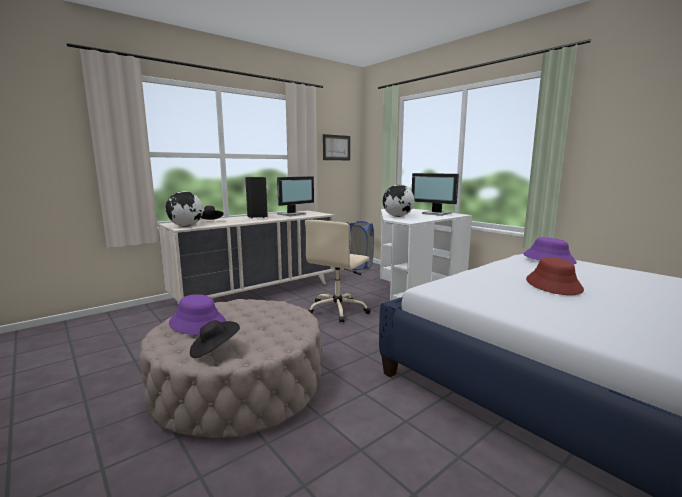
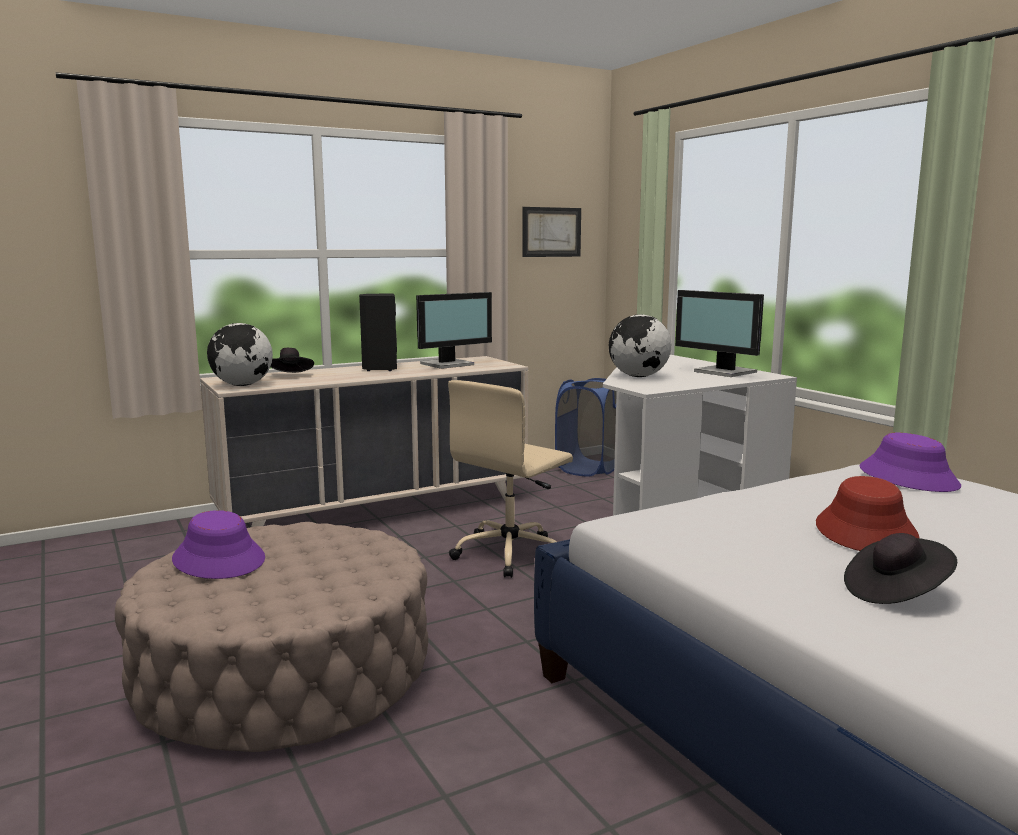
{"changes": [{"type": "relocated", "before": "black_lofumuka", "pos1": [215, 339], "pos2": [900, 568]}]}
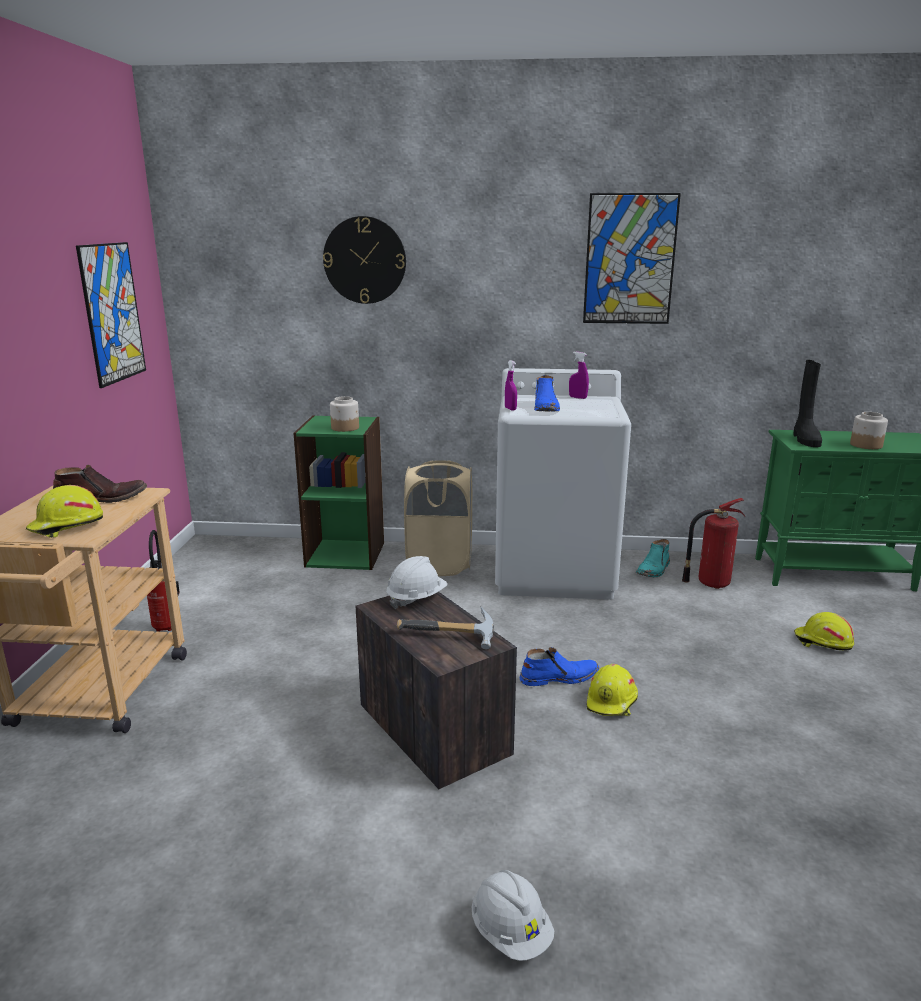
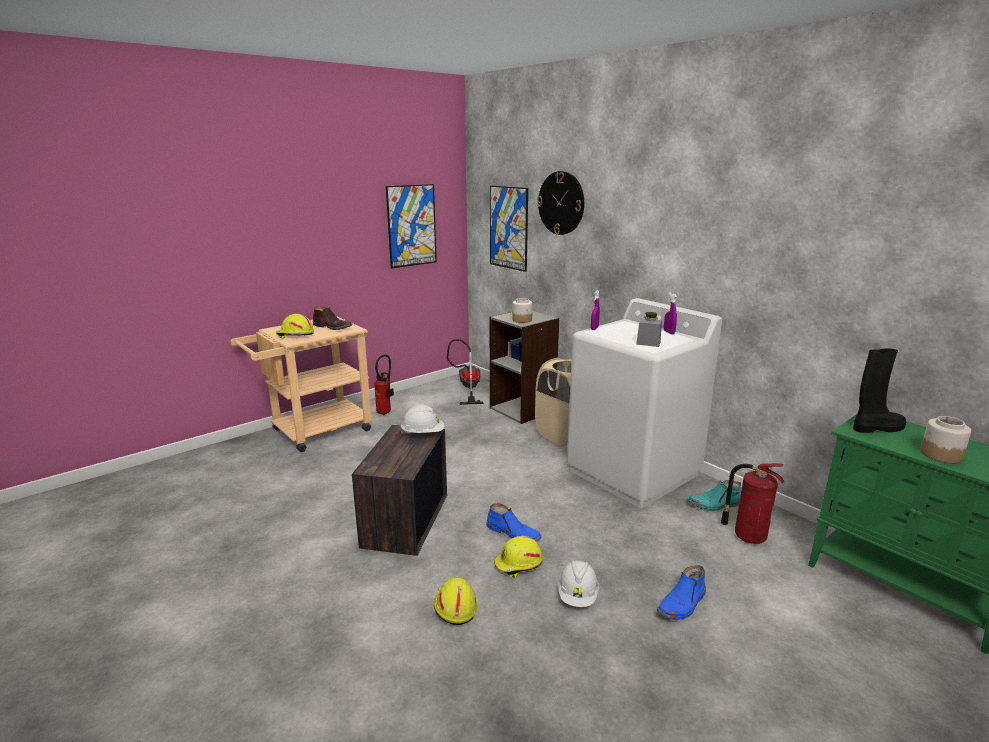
{"changes": [{"type": "relocated", "before": "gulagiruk", "pos1": [632, 258], "pos2": [509, 229]}, {"type": "spun", "before": "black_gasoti", "pos1": [807, 403], "pos2": [879, 391], "turn": -150}, {"type": "relocated", "before": "blue_gasoti", "pos1": [547, 393], "pos2": [681, 592]}, {"type": "colour", "before": "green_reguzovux", "after": "grey_reguzovux", "pos1": [339, 492], "pos2": [524, 367]}, {"type": "missing", "before": "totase", "pos1": [445, 628]}, {"type": "relocated", "before": "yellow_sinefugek", "pos1": [824, 631], "pos2": [455, 601]}, {"type": "relocated", "before": "white_sinefugek", "pos1": [513, 915], "pos2": [578, 583]}, {"type": "appeared", "after": "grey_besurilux", "pos2": [649, 329]}, {"type": "appeared", "after": "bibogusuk", "pos2": [465, 372]}]}
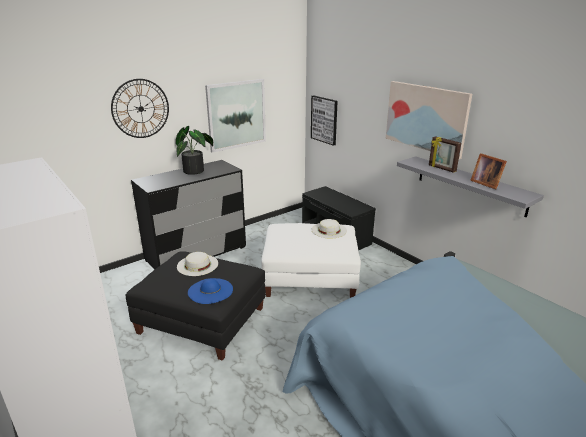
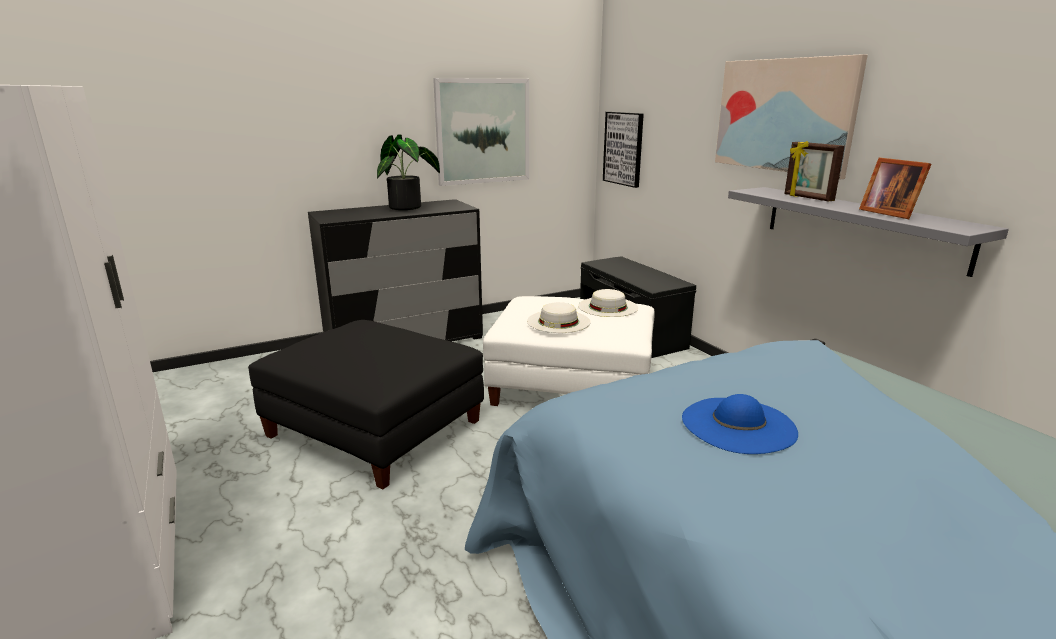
{"changes": [{"type": "missing", "before": "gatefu", "pos1": [140, 108]}, {"type": "relocated", "before": "white_lofumuka", "pos1": [197, 264], "pos2": [558, 317]}, {"type": "relocated", "before": "blue_lofumuka", "pos1": [210, 291], "pos2": [740, 424]}]}
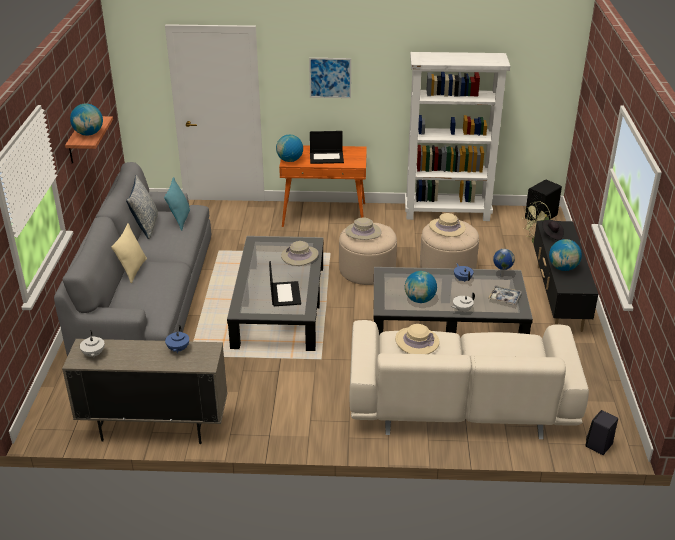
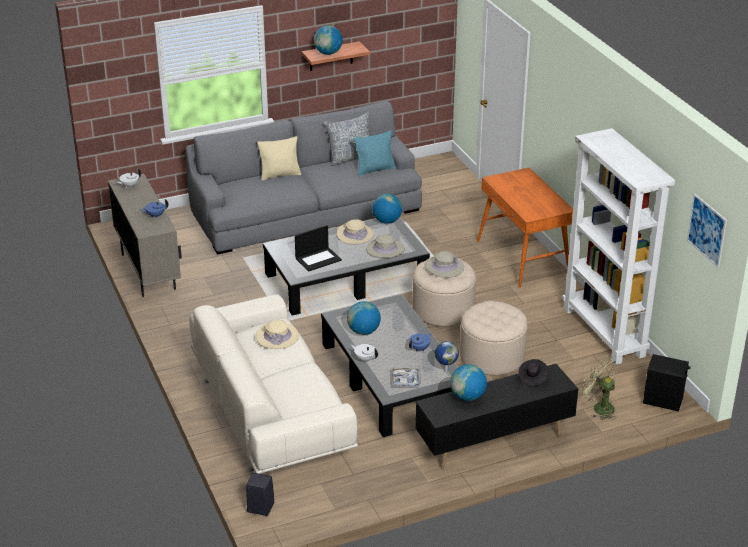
{"changes": [{"type": "relocated", "before": "gulagiruk", "pos1": [330, 78], "pos2": [707, 231]}, {"type": "missing", "before": "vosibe", "pos1": [327, 147]}, {"type": "relocated", "before": "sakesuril", "pos1": [289, 148], "pos2": [387, 209]}, {"type": "relocated", "before": "beige_lofumuka", "pos1": [447, 225], "pos2": [355, 231]}]}
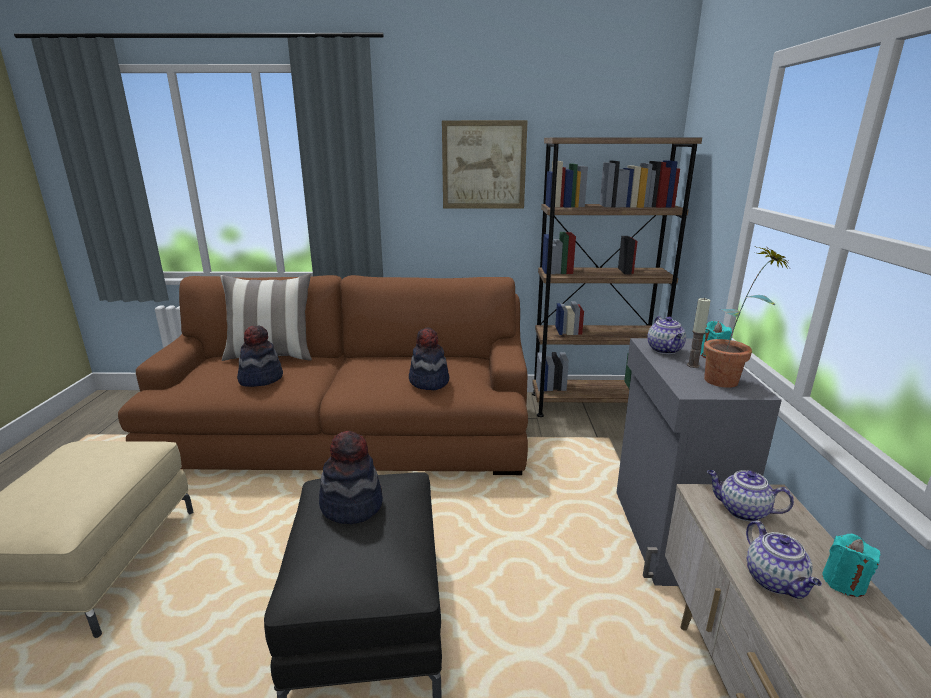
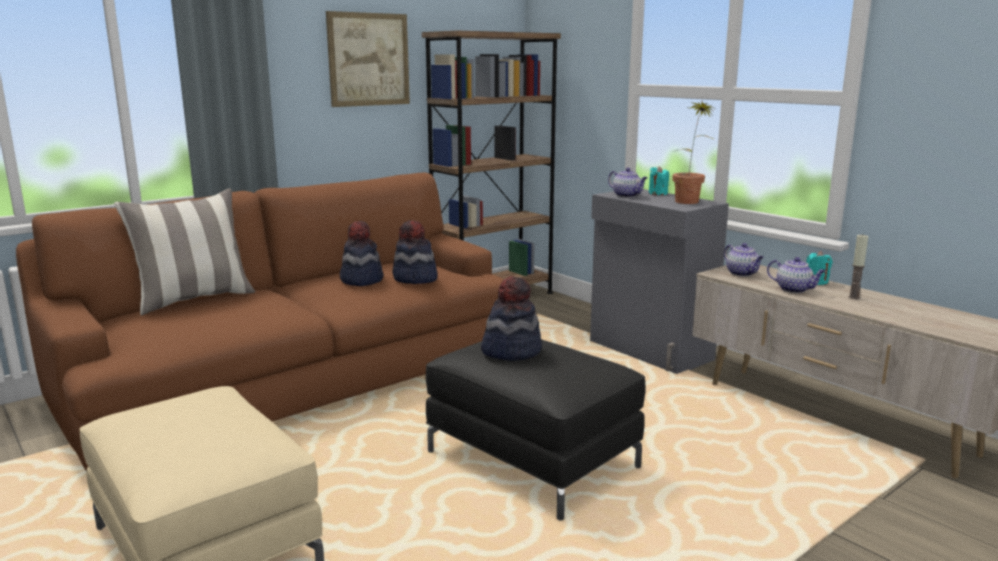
{"changes": [{"type": "relocated", "before": "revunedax", "pos1": [699, 333], "pos2": [858, 267]}, {"type": "relocated", "before": "lofumuka", "pos1": [260, 356], "pos2": [362, 253]}, {"type": "spun", "before": "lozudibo", "pos1": [750, 496], "pos2": [744, 259], "turn": -105}]}
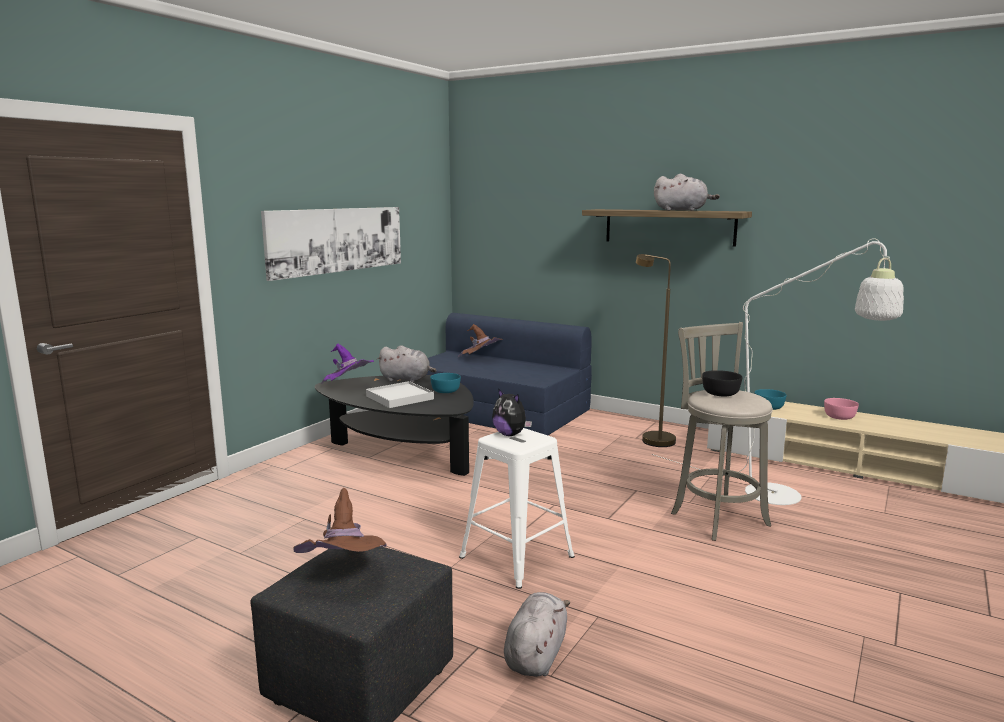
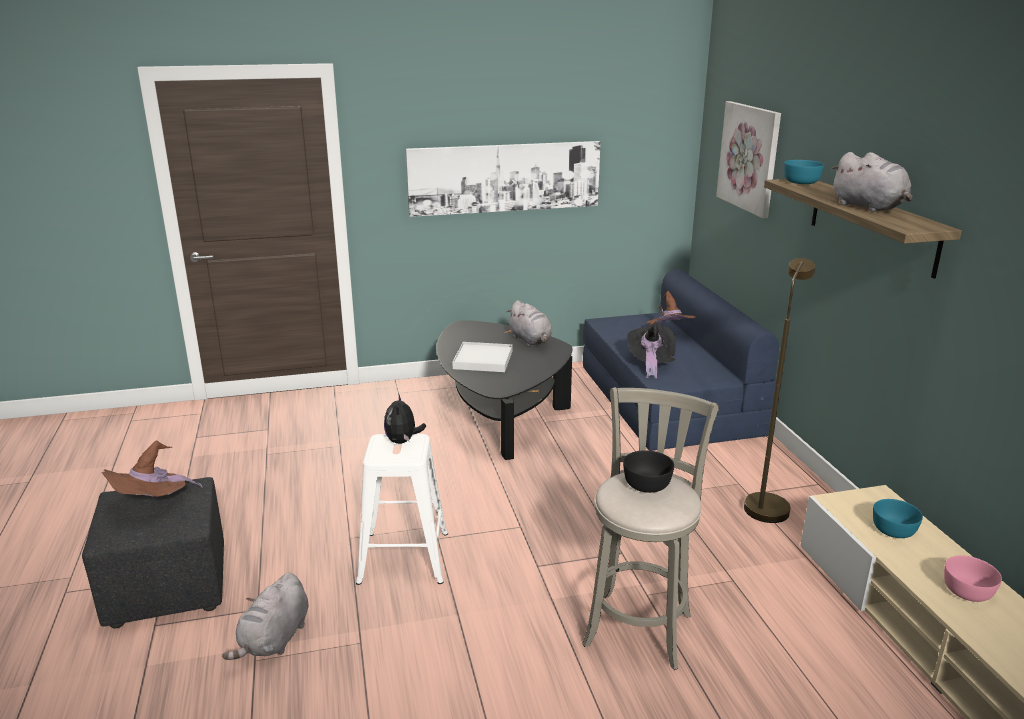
{"changes": [{"type": "missing", "before": "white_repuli", "pos1": [778, 371]}, {"type": "missing", "before": "purple_lofumuka", "pos1": [347, 363]}, {"type": "relocated", "before": "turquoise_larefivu", "pos1": [445, 383], "pos2": [804, 172]}, {"type": "spun", "before": "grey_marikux", "pos1": [537, 634], "pos2": [265, 616], "turn": 135}, {"type": "appeared", "after": "gulagiruk", "pos2": [748, 159]}, {"type": "appeared", "after": "black_lofumuka", "pos2": [651, 351]}]}
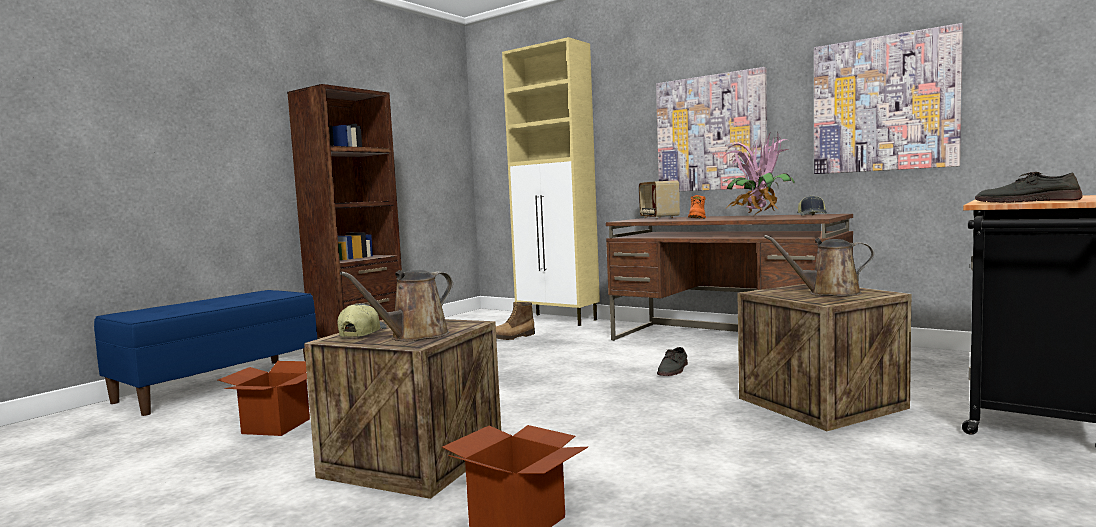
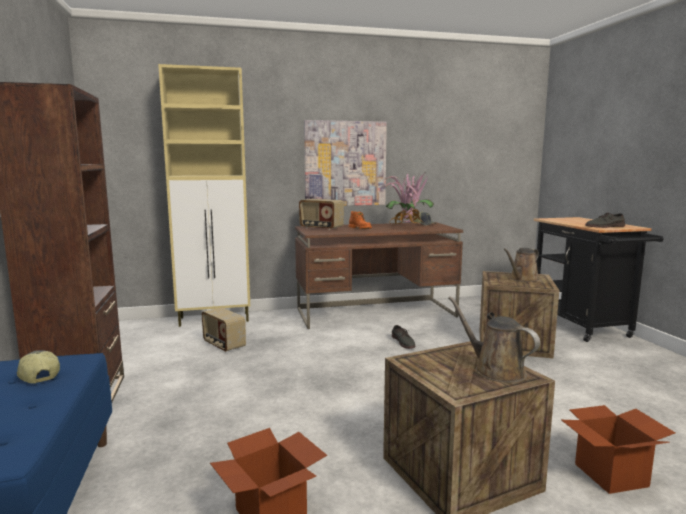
{"changes": [{"type": "missing", "before": "gulagiruk", "pos1": [888, 98]}, {"type": "spun", "before": "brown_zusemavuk", "pos1": [396, 305], "pos2": [494, 339], "turn": 150}, {"type": "exchanged", "before": "gasoti", "after": "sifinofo", "pos1": [515, 321], "pos2": [224, 329]}, {"type": "relocated", "before": "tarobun", "pos1": [362, 320], "pos2": [38, 367]}]}
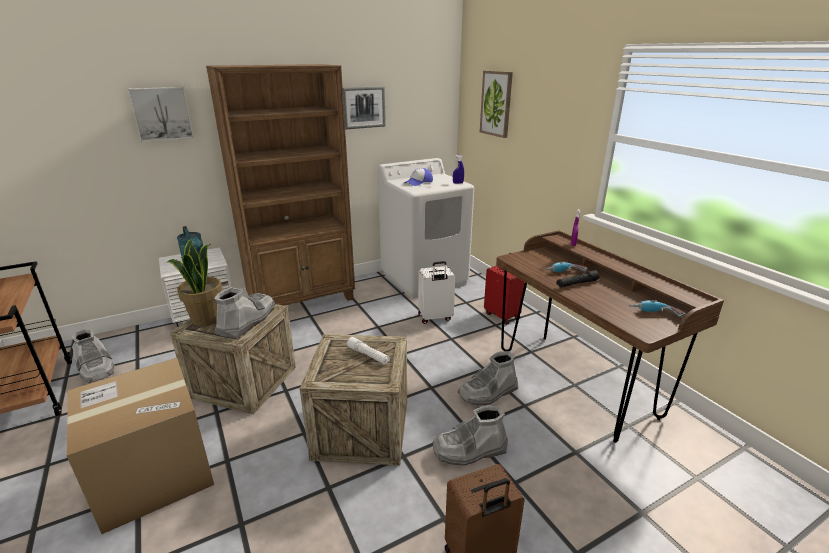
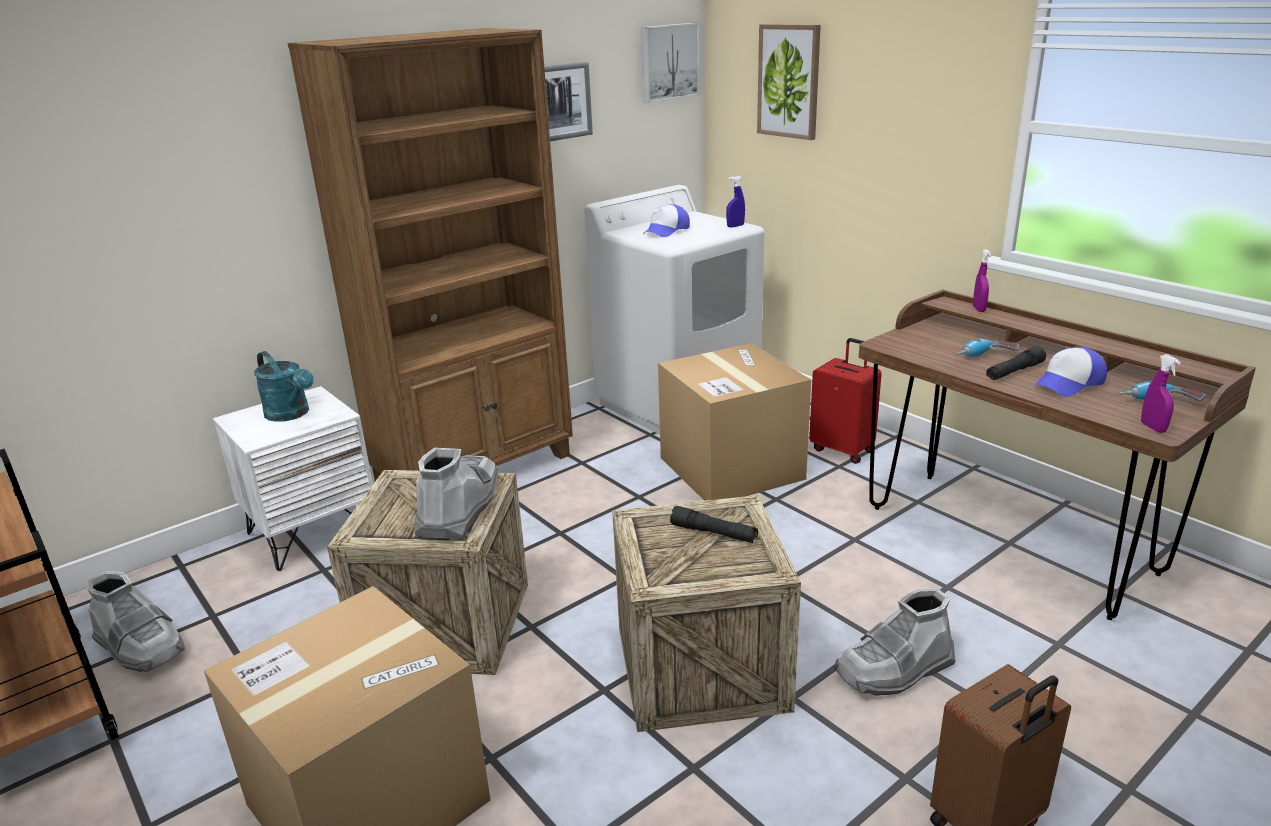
{"changes": [{"type": "relocated", "before": "gulagiruk", "pos1": [161, 114], "pos2": [670, 63]}, {"type": "missing", "before": "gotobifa", "pos1": [195, 282]}, {"type": "exchanged", "before": "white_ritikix", "after": "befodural", "pos1": [436, 292], "pos2": [734, 422]}, {"type": "colour", "before": "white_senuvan", "after": "black_senuvan", "pos1": [368, 350], "pos2": [714, 524]}, {"type": "missing", "before": "grey_gasoti", "pos1": [488, 378]}, {"type": "appeared", "after": "tarobun", "pos2": [1070, 372]}, {"type": "appeared", "after": "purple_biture", "pos2": [1161, 393]}]}
